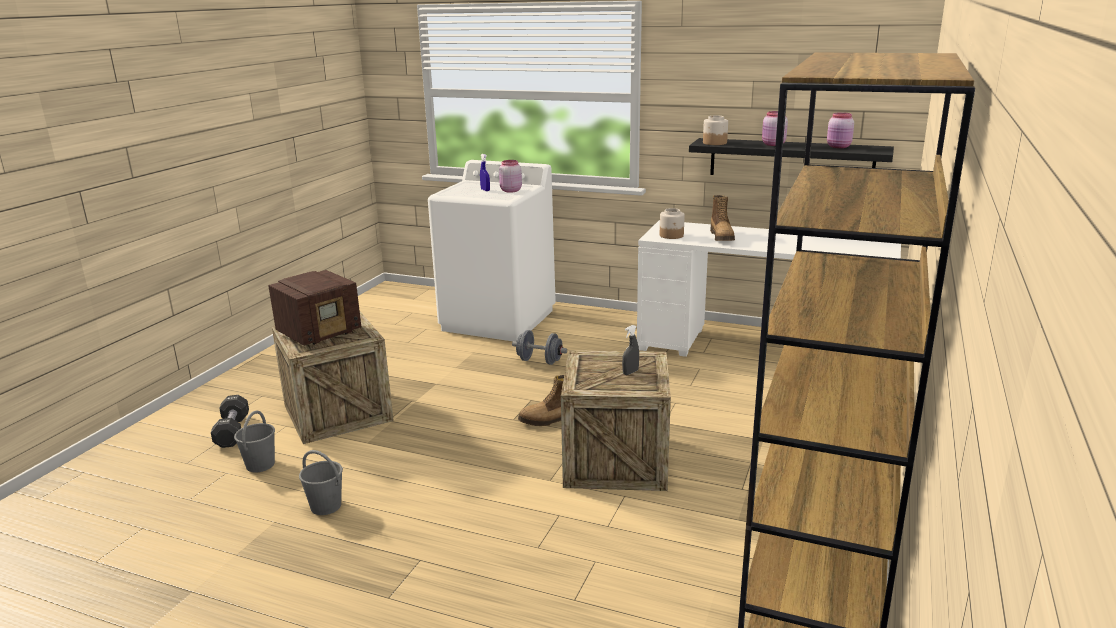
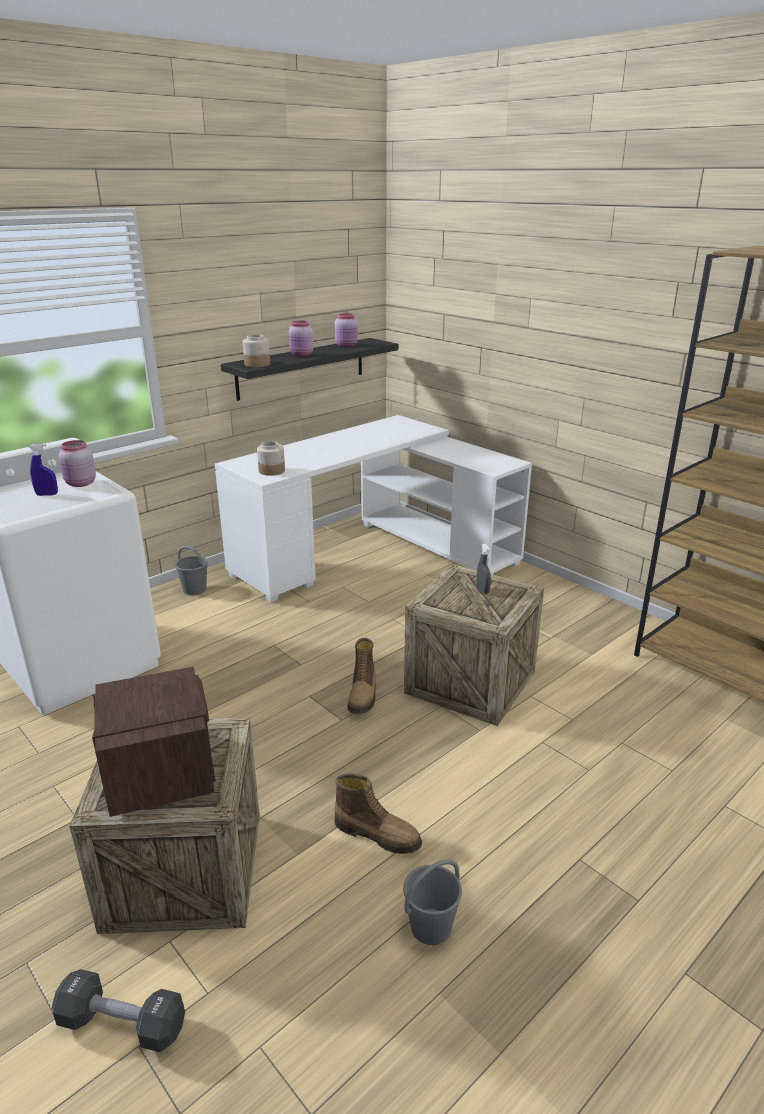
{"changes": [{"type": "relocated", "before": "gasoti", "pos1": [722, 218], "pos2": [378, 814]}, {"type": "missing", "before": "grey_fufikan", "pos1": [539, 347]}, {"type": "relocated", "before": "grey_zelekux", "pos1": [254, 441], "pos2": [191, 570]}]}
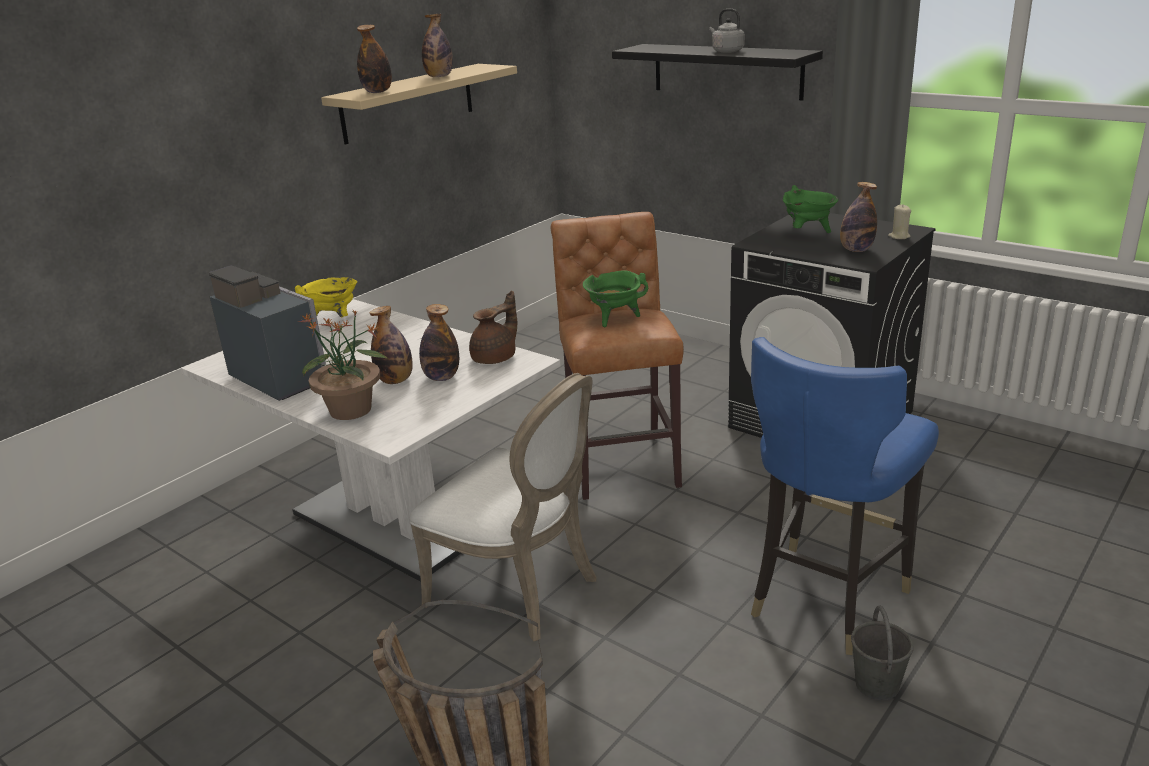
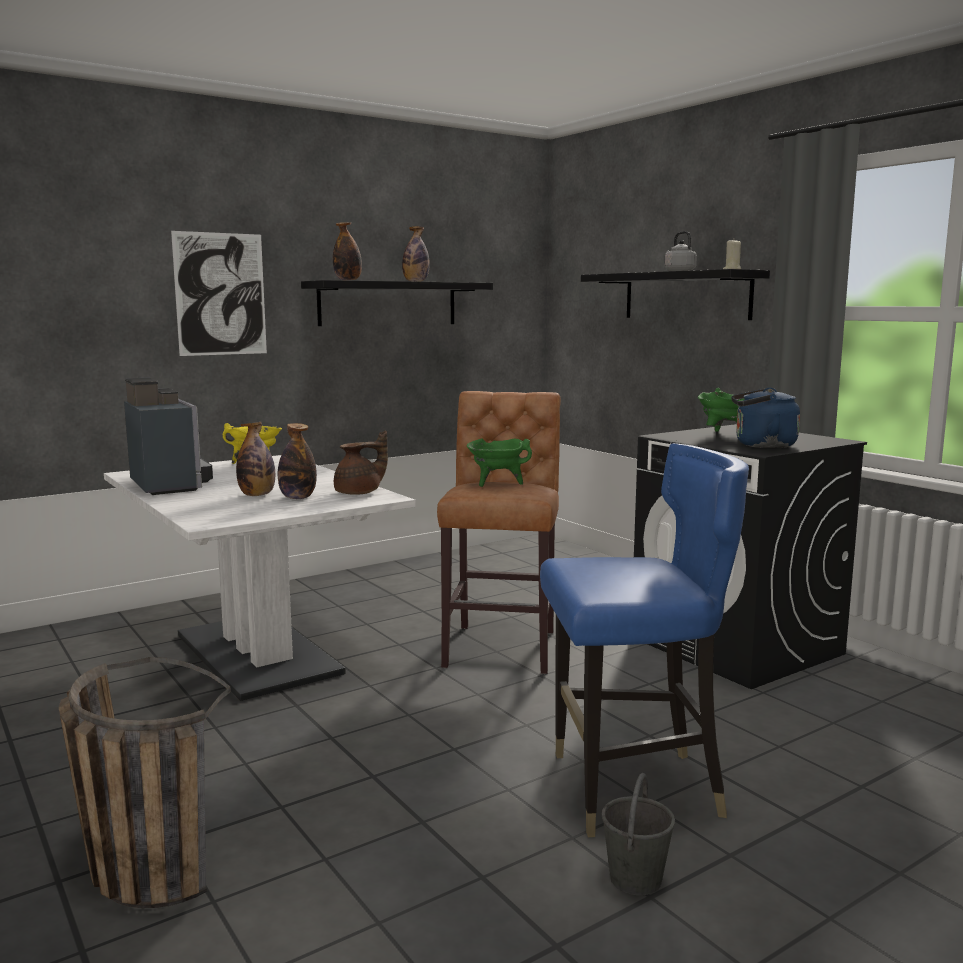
{"changes": [{"type": "colour", "before": "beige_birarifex", "after": "black_birarifex", "pos1": [419, 104], "pos2": [397, 303]}, {"type": "exchanged", "before": "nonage", "after": "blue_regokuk", "pos1": [858, 217], "pos2": [765, 418]}, {"type": "relocated", "before": "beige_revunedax", "pos1": [899, 222], "pos2": [732, 254]}, {"type": "missing", "before": "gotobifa", "pos1": [343, 365]}, {"type": "spun", "before": "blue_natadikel", "pos1": [845, 496], "pos2": [644, 640], "turn": -150}, {"type": "missing", "before": "white_natadikel", "pos1": [503, 507]}, {"type": "appeared", "after": "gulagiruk", "pos2": [219, 293]}]}
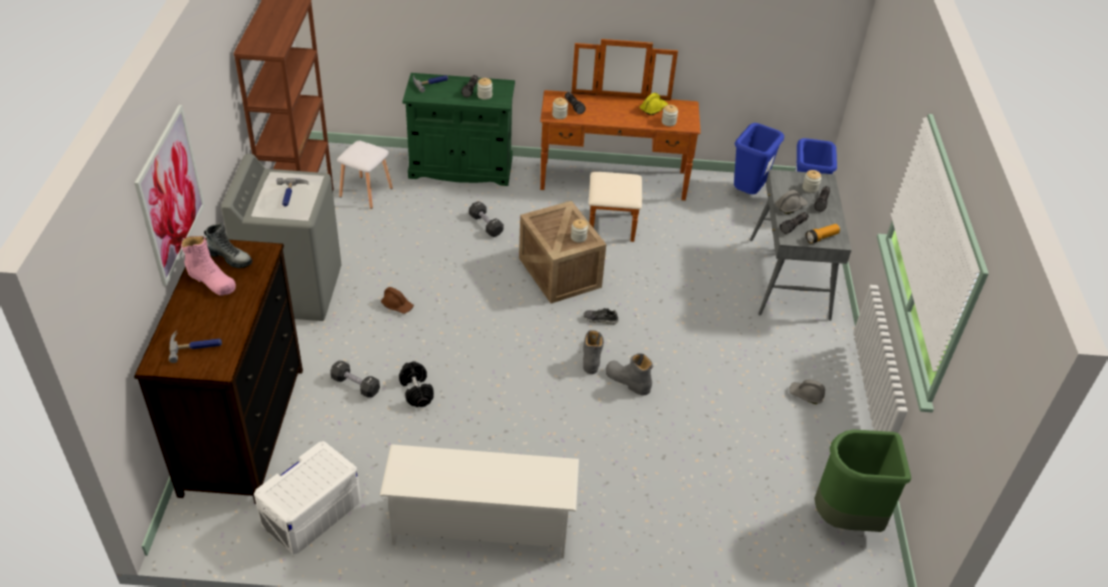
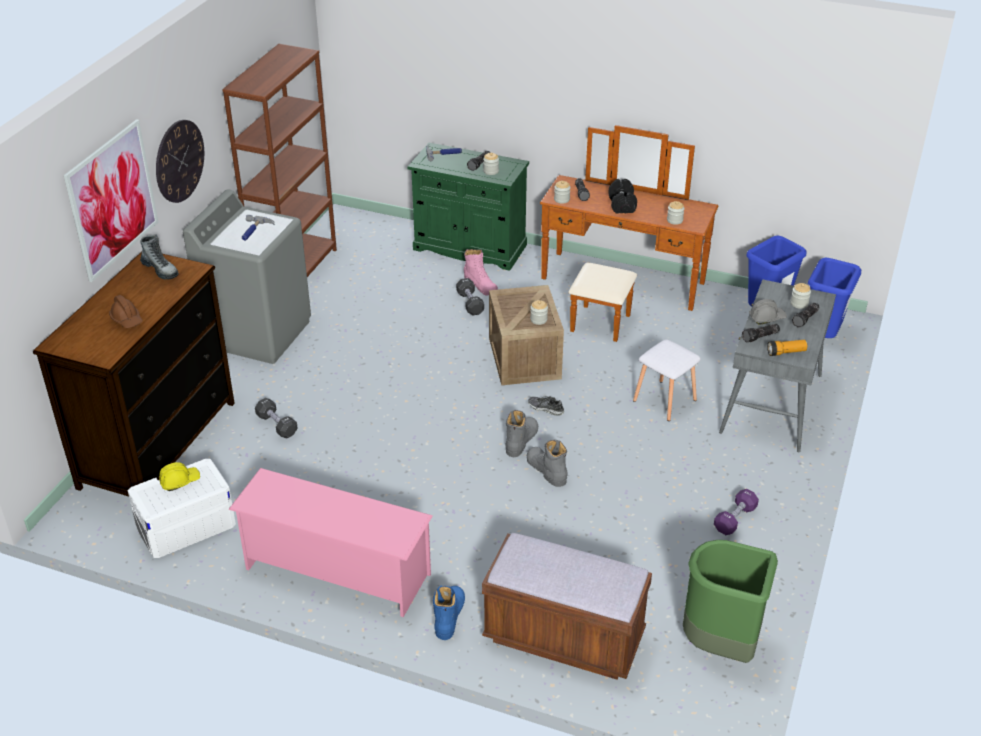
{"changes": [{"type": "relocated", "before": "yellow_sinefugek", "pos1": [654, 104], "pos2": [179, 476]}, {"type": "relocated", "before": "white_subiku", "pos1": [365, 174], "pos2": [667, 380]}, {"type": "relocated", "before": "pink_gasoti", "pos1": [208, 266], "pos2": [481, 272]}, {"type": "relocated", "before": "brown_sinefugek", "pos1": [397, 300], "pos2": [126, 311]}, {"type": "missing", "before": "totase", "pos1": [195, 346]}, {"type": "relocated", "before": "black_fufikan", "pos1": [416, 384], "pos2": [622, 196]}, {"type": "exchanged", "before": "grey_sinefugek", "after": "purple_fufikan", "pos1": [807, 392], "pos2": [736, 512]}, {"type": "colour", "before": "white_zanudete", "after": "pink_zanudete", "pos1": [479, 501], "pos2": [330, 542]}, {"type": "appeared", "after": "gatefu", "pos2": [180, 161]}, {"type": "appeared", "after": "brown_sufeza", "pos2": [567, 606]}, {"type": "appeared", "after": "blue_gasoti", "pos2": [449, 612]}]}
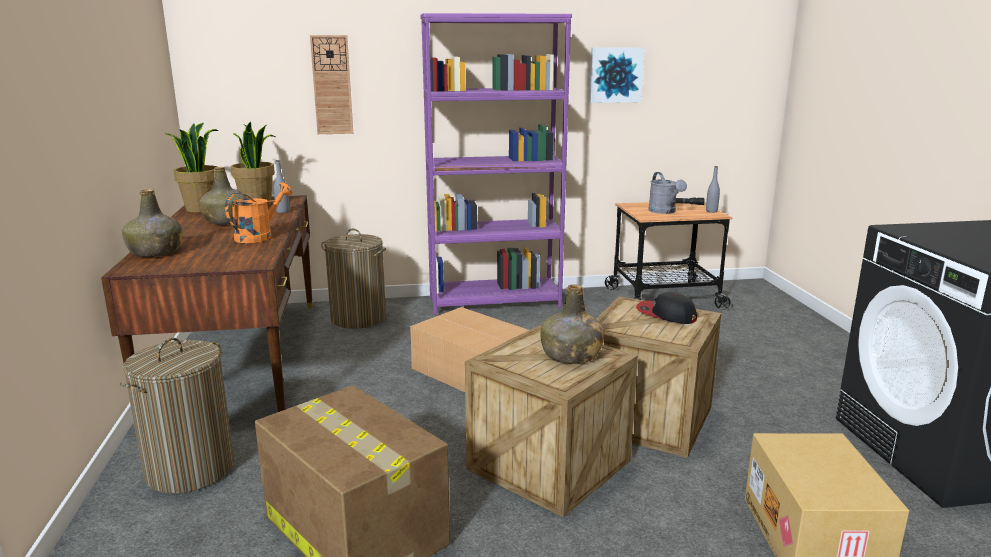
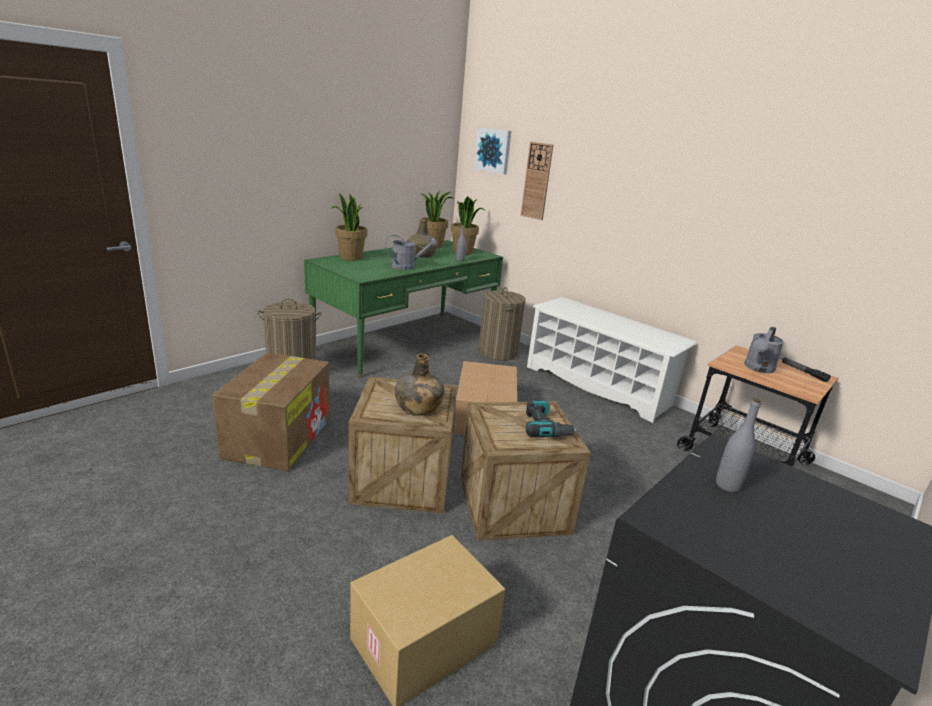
{"changes": [{"type": "exchanged", "before": "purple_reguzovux", "after": "white_zanudete", "pos1": [496, 164], "pos2": [612, 360]}, {"type": "relocated", "before": "gulagiruk", "pos1": [617, 75], "pos2": [492, 150]}, {"type": "relocated", "before": "grey_nonage", "pos1": [713, 189], "pos2": [738, 445]}, {"type": "colour", "before": "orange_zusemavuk", "after": "grey_zusemavuk", "pos1": [258, 213], "pos2": [411, 252]}, {"type": "exchanged", "before": "green_nonage", "after": "gotobifa", "pos1": [152, 223], "pos2": [349, 227]}, {"type": "colour", "before": "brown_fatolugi", "after": "green_fatolugi", "pos1": [207, 303], "pos2": [403, 309]}, {"type": "exchanged", "before": "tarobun", "after": "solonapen", "pos1": [666, 308], "pos2": [552, 418]}]}
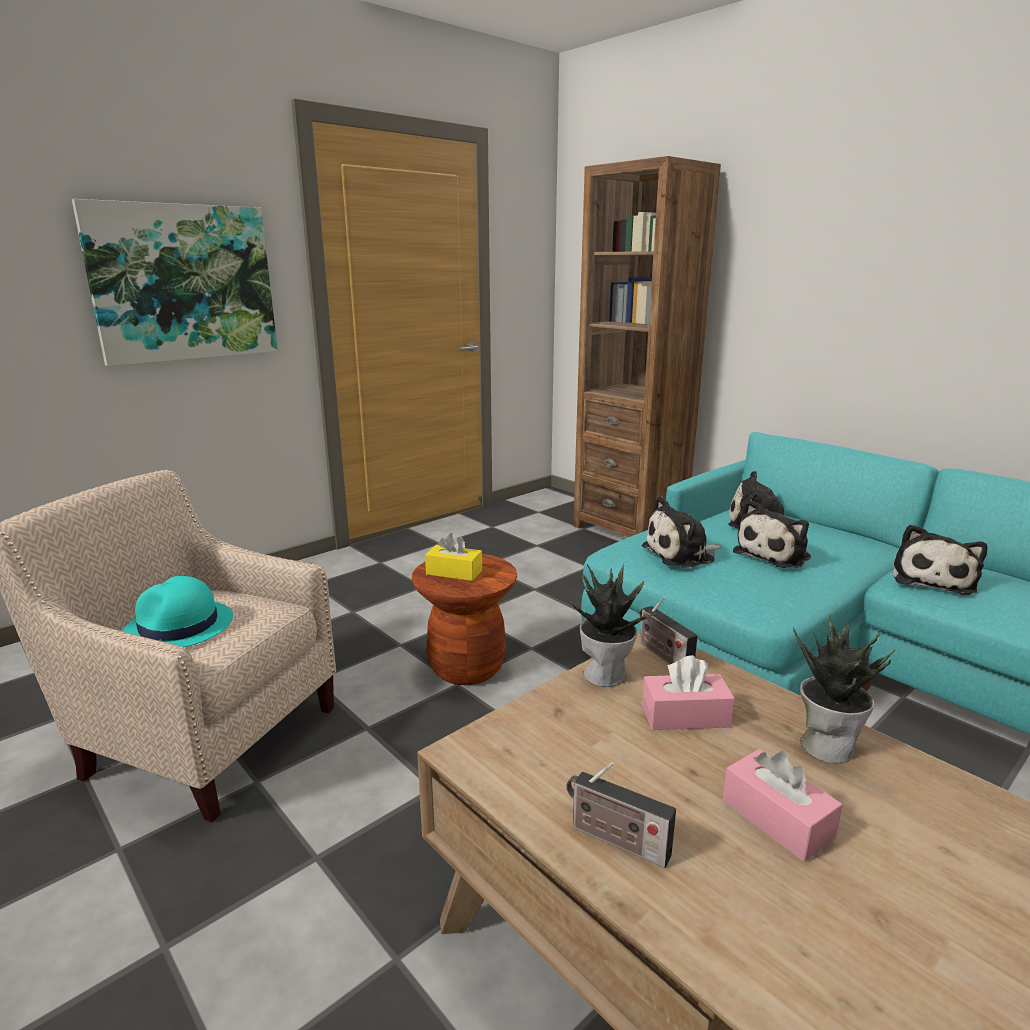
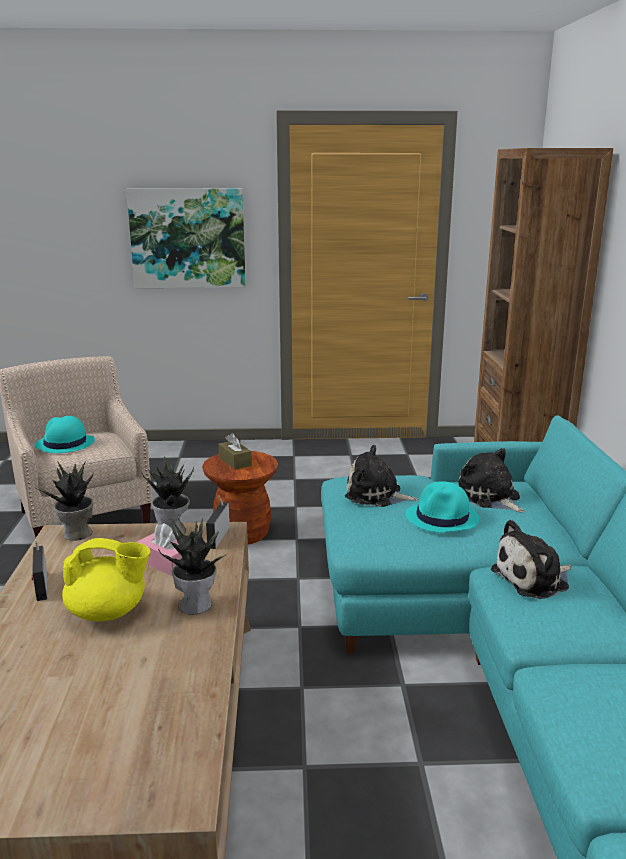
{"changes": [{"type": "exchanged", "before": "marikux", "after": "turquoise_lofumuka", "pos1": [772, 534], "pos2": [442, 507]}, {"type": "colour", "before": "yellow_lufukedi", "after": "brown_lufukedi", "pos1": [453, 557], "pos2": [235, 451]}, {"type": "exchanged", "before": "pink_lufukedi", "after": "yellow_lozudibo", "pos1": [783, 805], "pos2": [106, 579]}, {"type": "appeared", "after": "gotobifa", "pos2": [65, 501]}]}
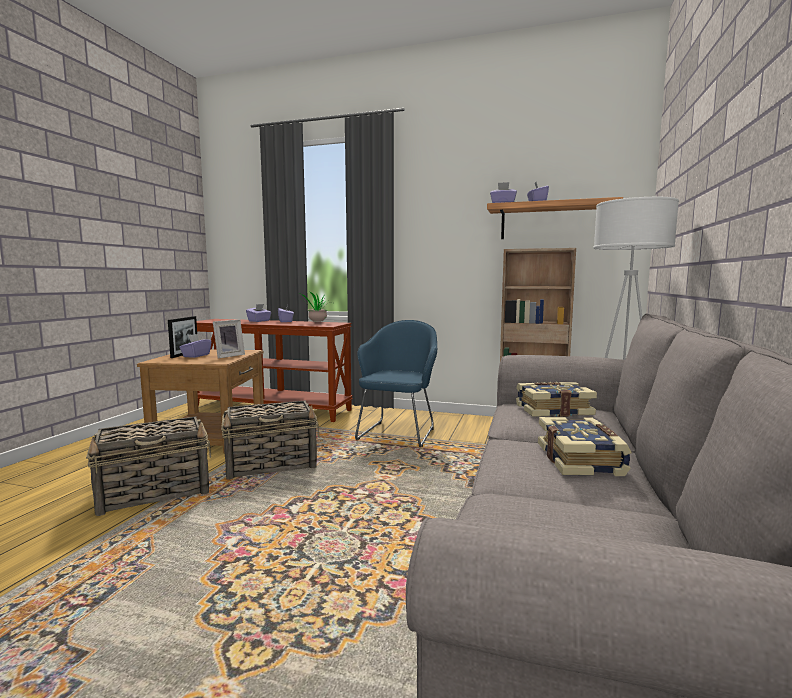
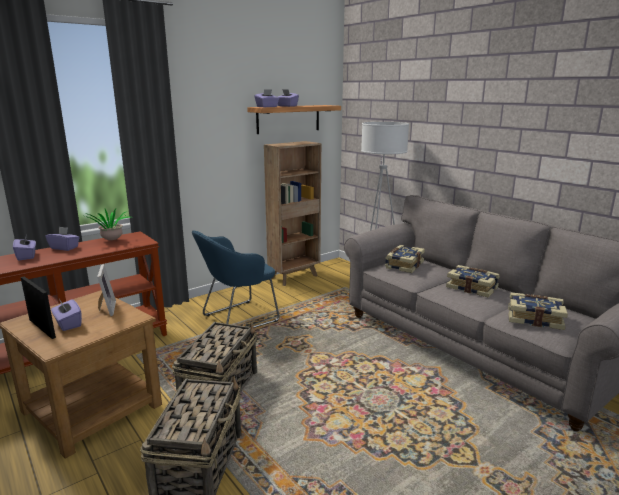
{"changes": [{"type": "spun", "before": "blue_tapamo", "pos1": [396, 383], "pos2": [235, 279], "turn": -90}, {"type": "appeared", "after": "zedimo", "pos2": [538, 311]}]}
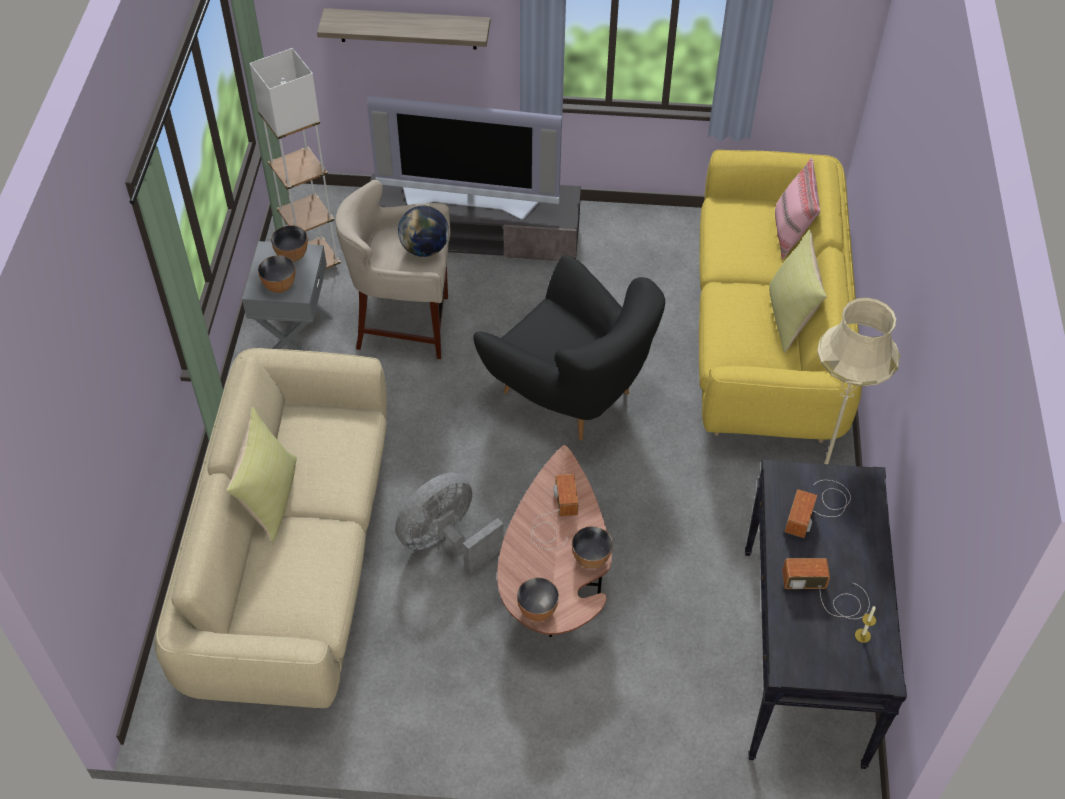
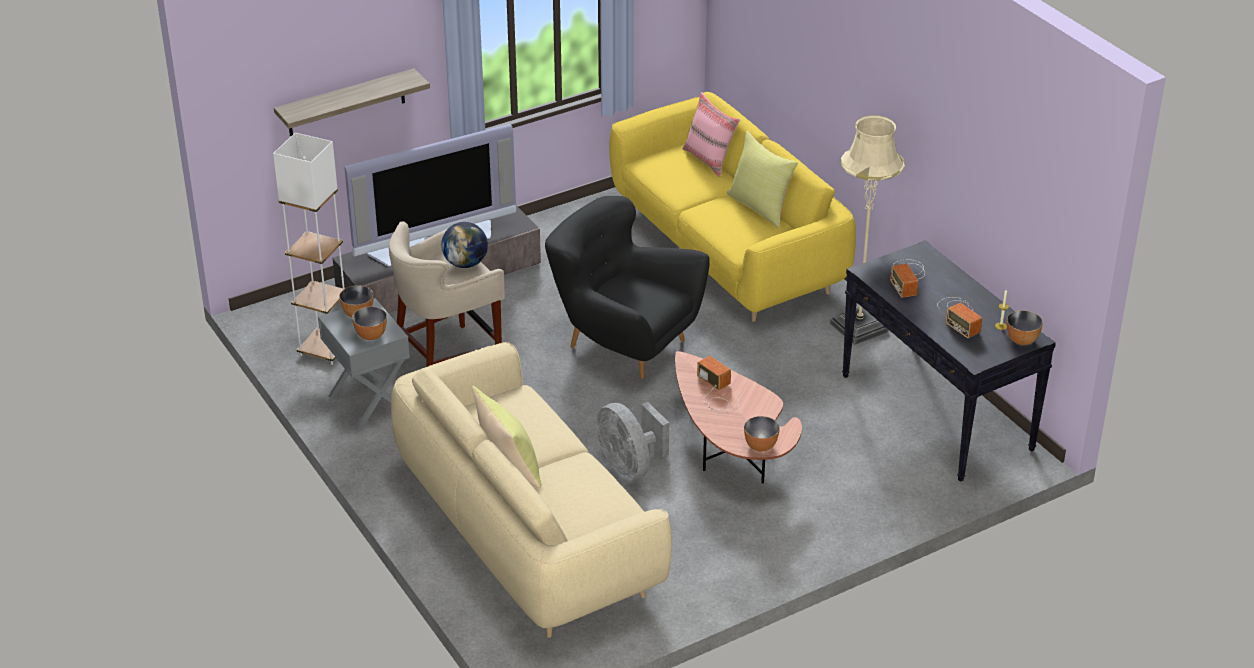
{"changes": [{"type": "spun", "before": "black_tapamo", "pos1": [569, 348], "pos2": [627, 287], "turn": -150}, {"type": "spun", "before": "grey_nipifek", "pos1": [449, 523], "pos2": [633, 441], "turn": -45}, {"type": "relocated", "before": "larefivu", "pos1": [592, 547], "pos2": [1025, 327]}, {"type": "spun", "before": "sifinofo", "pos1": [826, 588], "pos2": [959, 317], "turn": -90}]}
